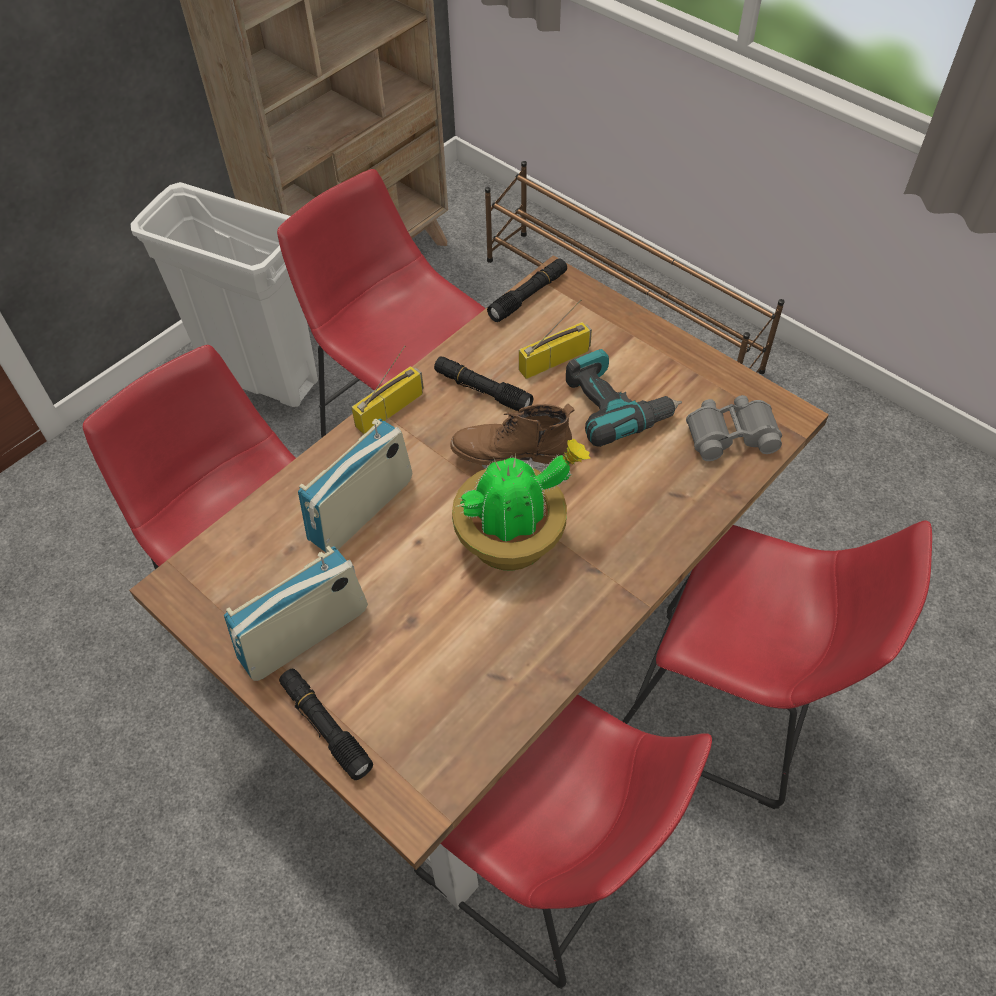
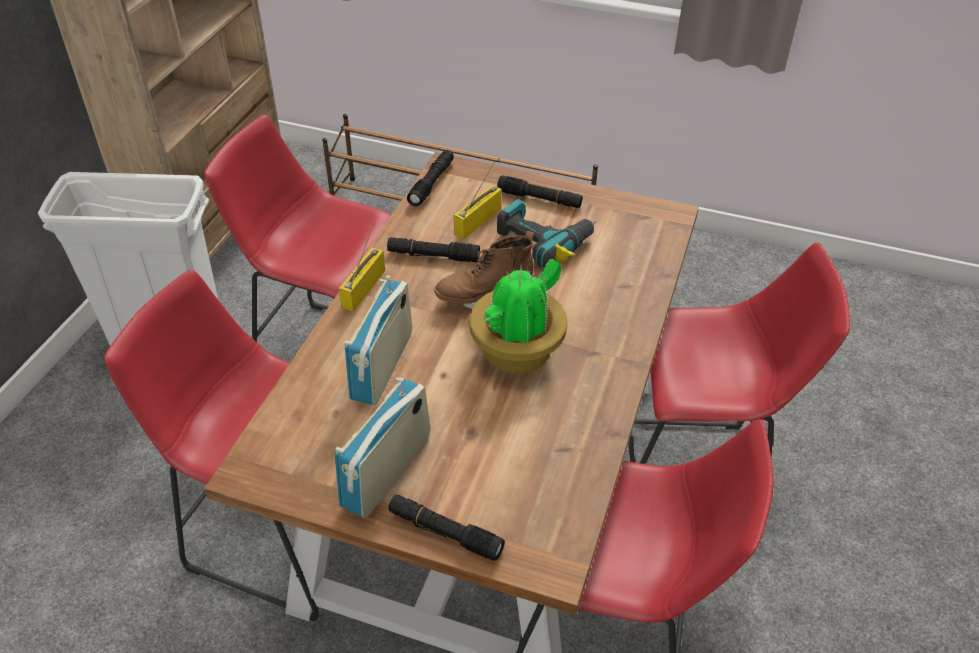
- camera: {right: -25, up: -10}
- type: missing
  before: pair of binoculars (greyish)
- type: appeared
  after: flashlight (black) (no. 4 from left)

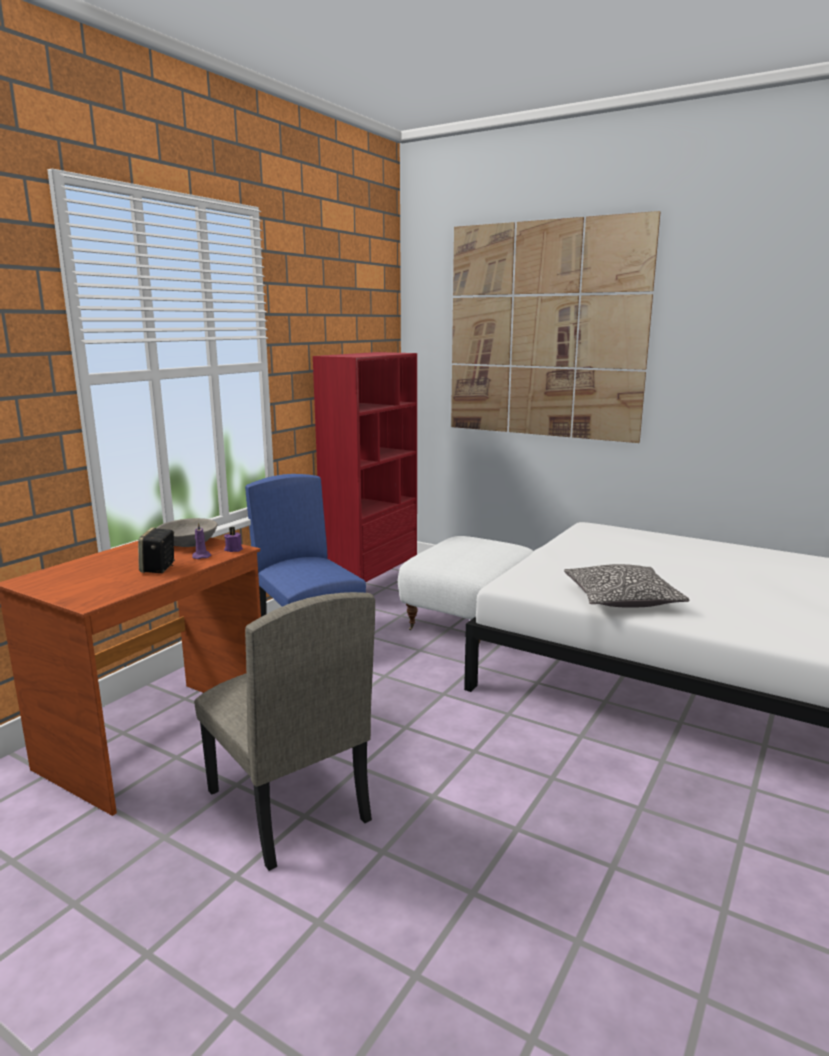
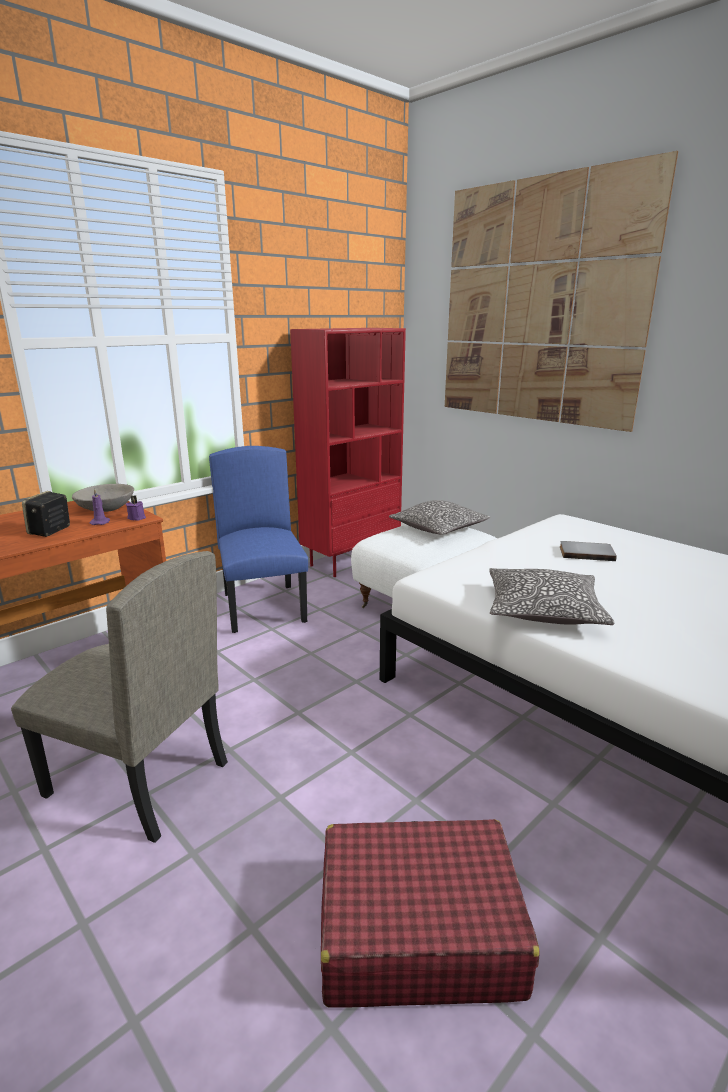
- camera: {right: 15, up: 5}
- type: appeared
  after: suitcase (red)
- type: appeared
  after: pillow (no. 1 from left)
- type: appeared
  after: volume (greyish)
- type: spun
  before: plain chair (beige)
  turn: -45

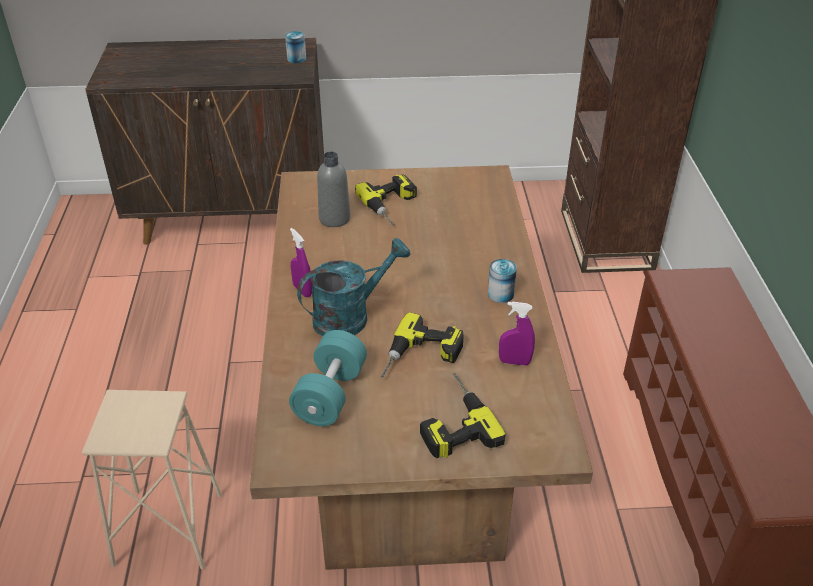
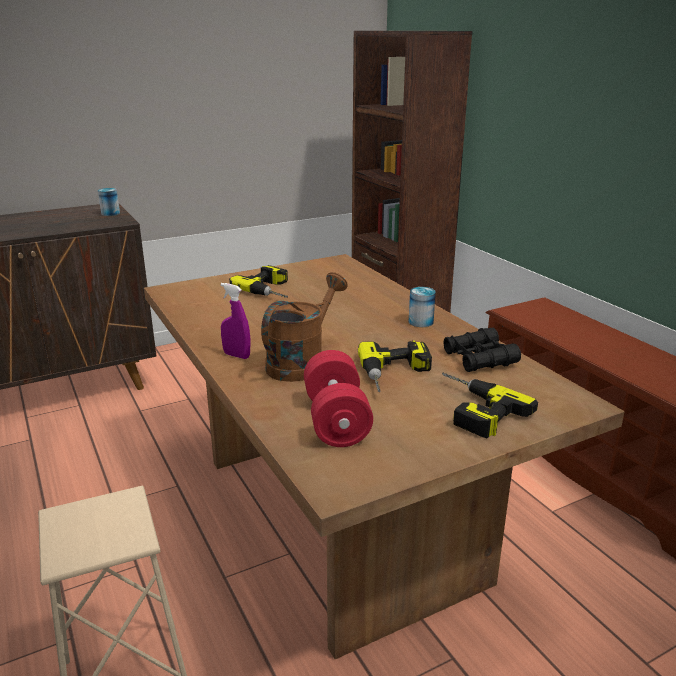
- camera: {right: -25, up: -15}
- type: missing
  before: beverage bottle (greyish)
- type: exchanged
  before: sprayer (purple) (no. 2 from left)
  after: pair of binoculars (black)
- type: colour
  before: dumbbell (blue-green)
  after: dumbbell (red)
- type: colour
  before: watering can (blue-green)
  after: watering can (brown-coloured)

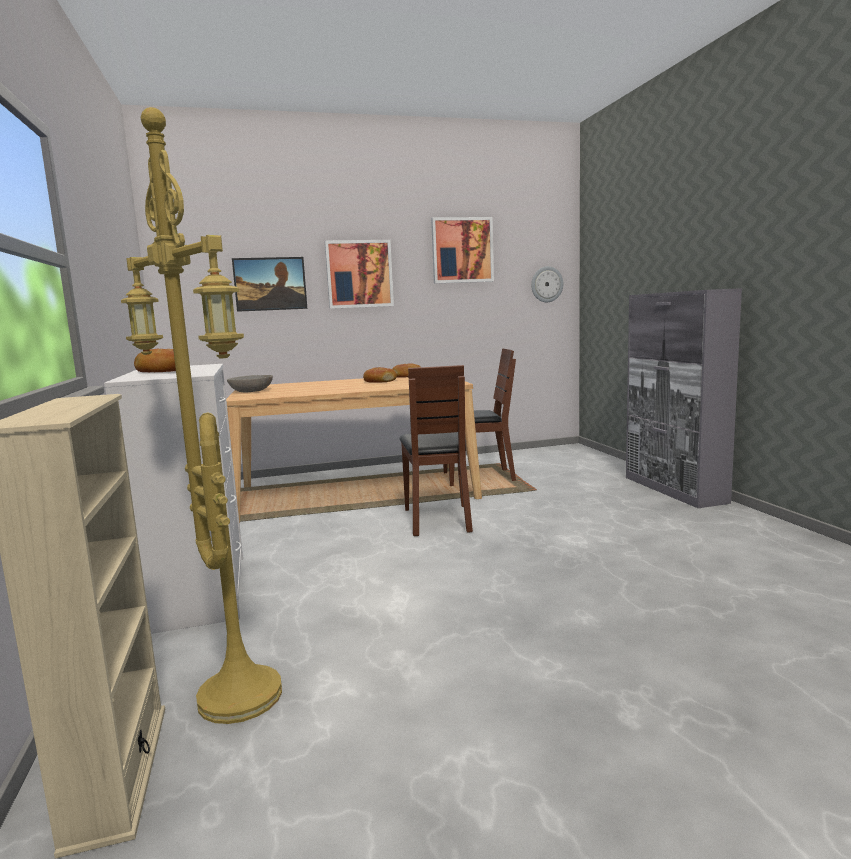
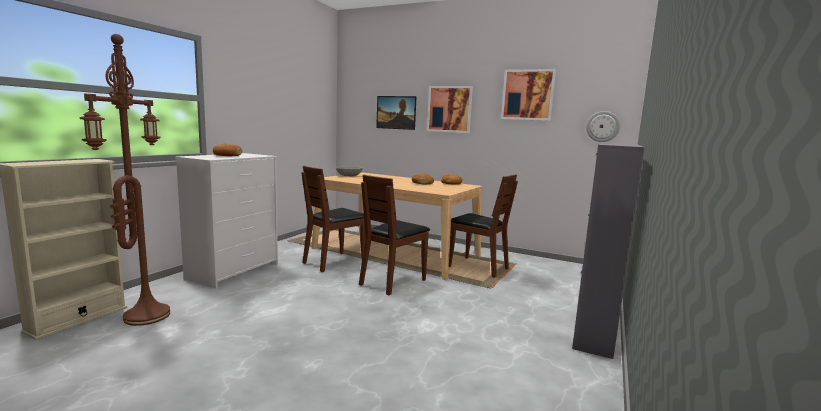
- camera: {right: 40, up: 0}
- type: appeared
  after: plain chair (brown-coloured) (no. 1 from left)
- type: colour
  before: standing lamp (yellow-coloured)
  after: standing lamp (brown-coloured)

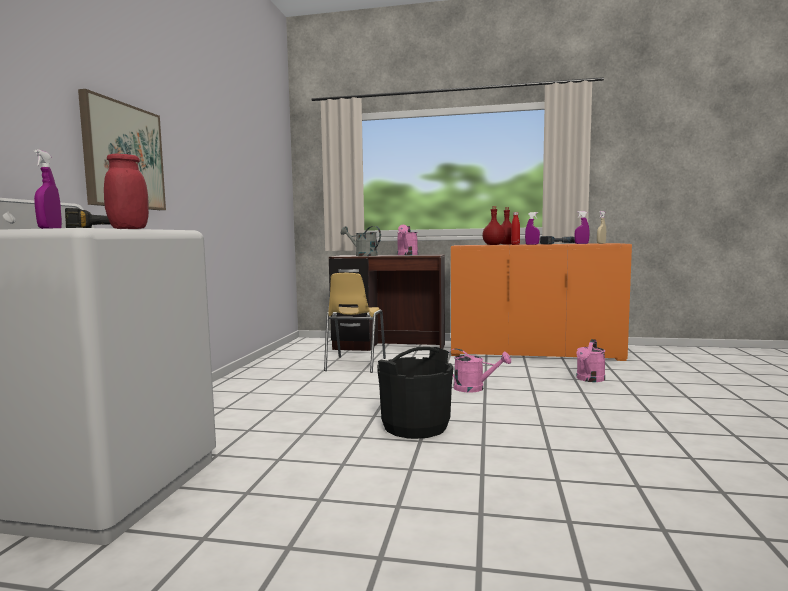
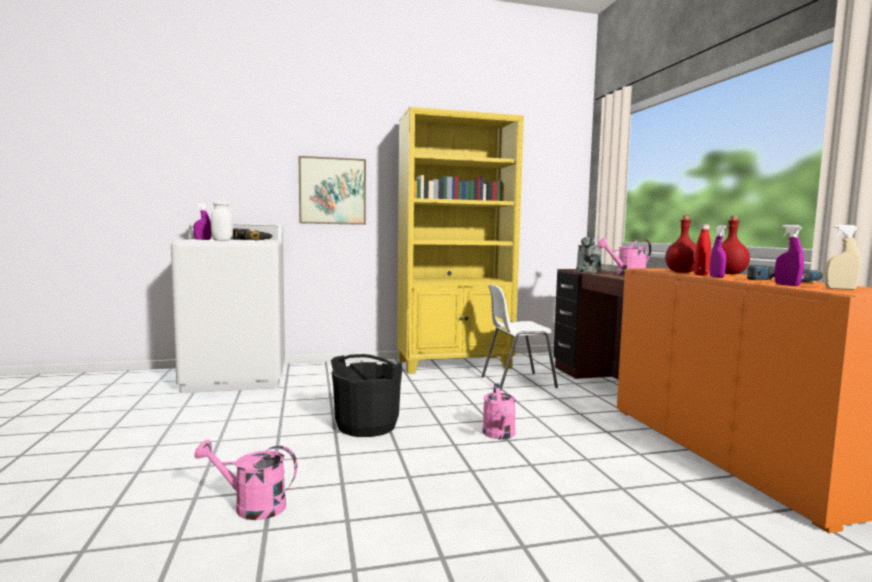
- camera: {right: 65, up: 0}
- type: appeared
  after: bookshelf (yellow-coloured)
- type: relocated
  before: watering can (pink) (no. 3 from left in the first image)
  after: watering can (pink) (no. 1 from left)
- type: colour
  before: storage jar (red)
  after: storage jar (white)
- type: colour
  before: plain chair (yellow-coloured)
  after: plain chair (white)

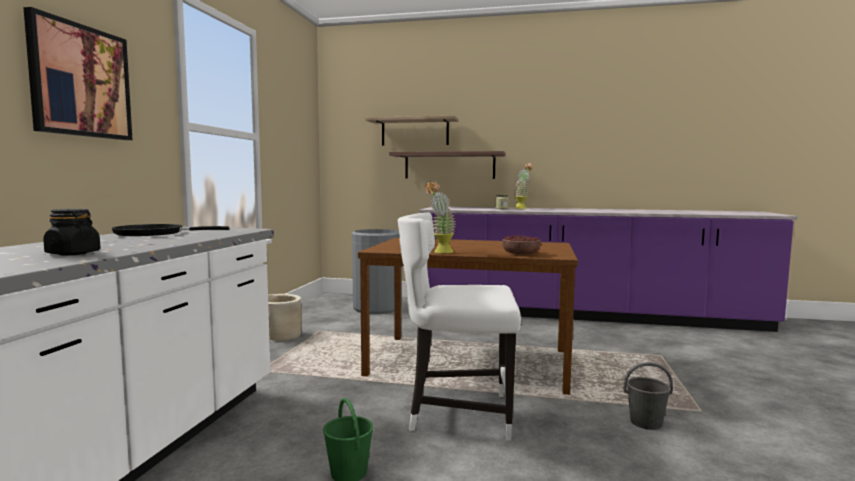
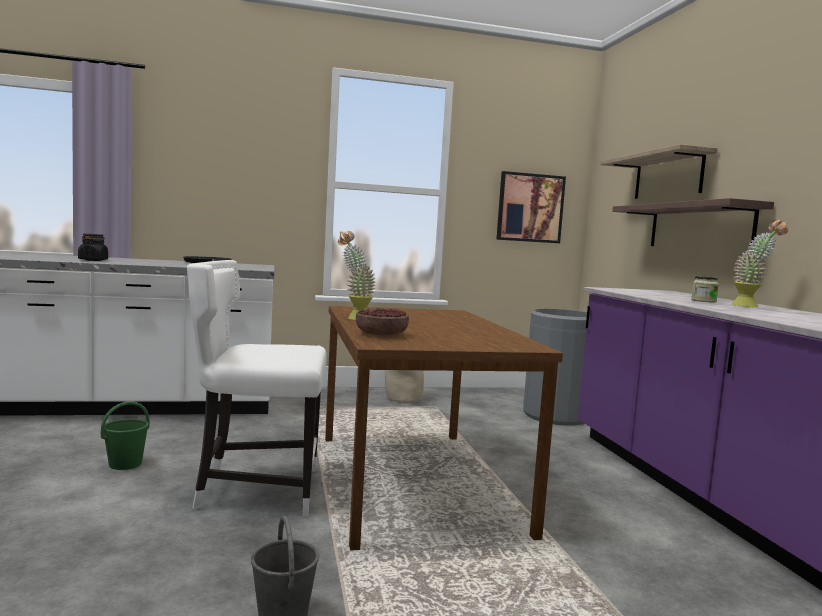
- camera: {right: 65, up: 0}
- type: relocated
  before: wall picture
- type: spun
  before: plain chair (white)
  turn: -75

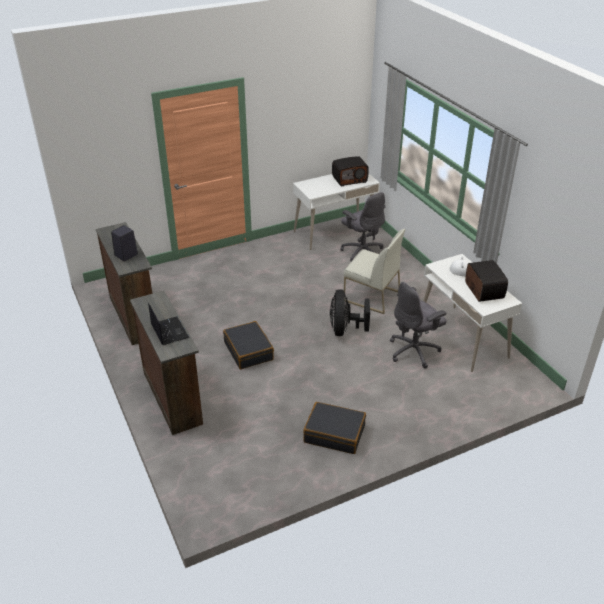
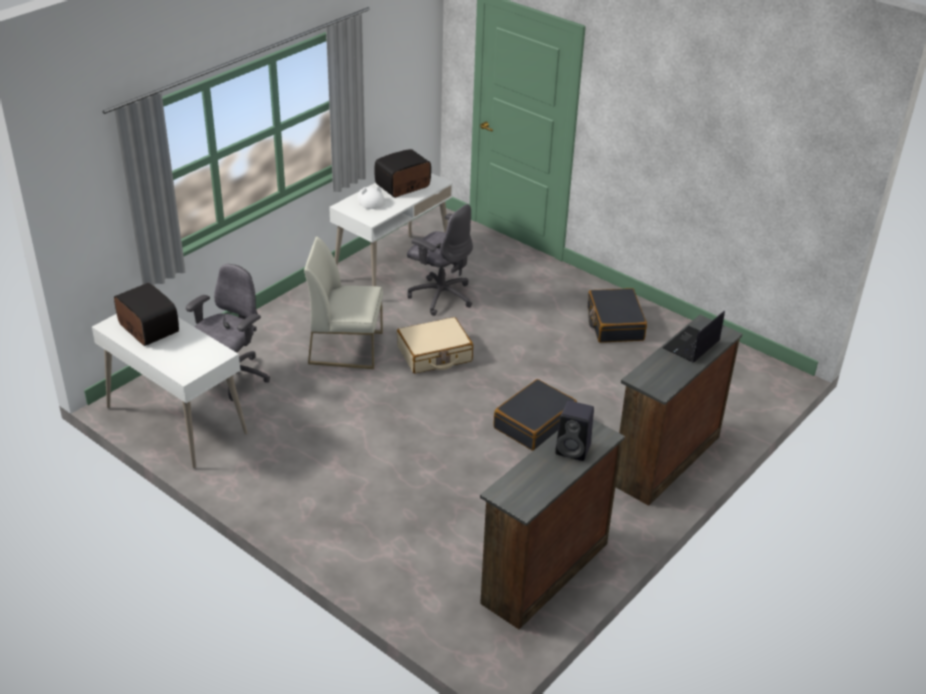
- camera: {right: -115, up: 0}
- type: exchanged
  before: cooling fan (black)
  after: suitcase (beige)
- type: spun
  before: plain chair (white)
  turn: -90

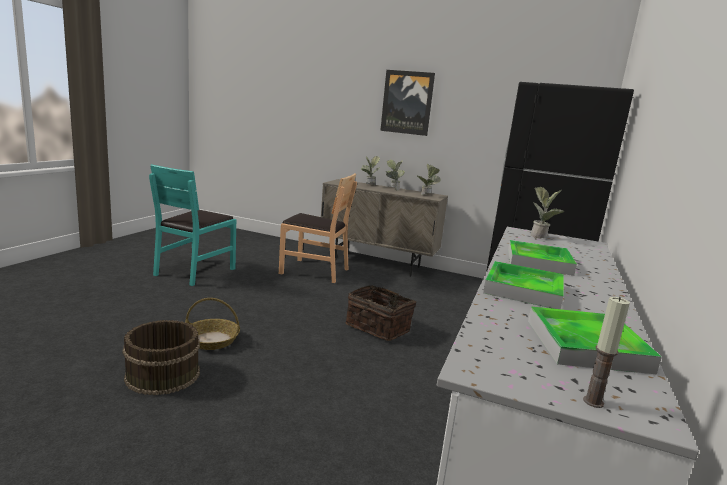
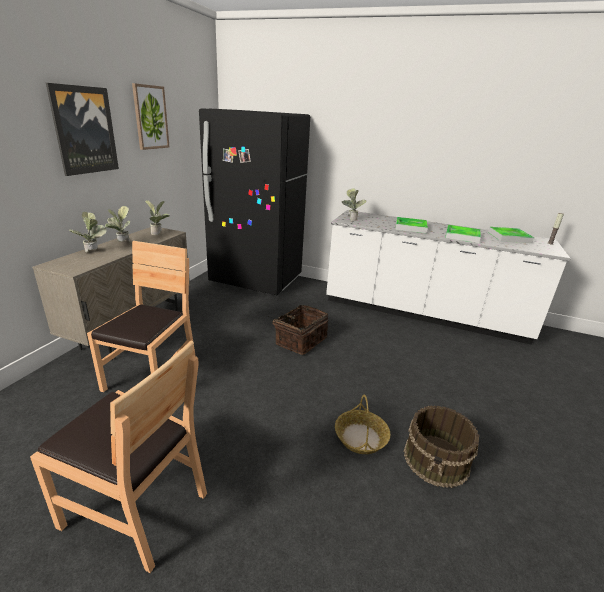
- camera: {right: -90, up: 10}
- type: appeared
  after: wall picture (no. 2 from left)
- type: colour
  before: plain chair (blue-green)
  after: plain chair (brown-coloured) (no. 1 from left)

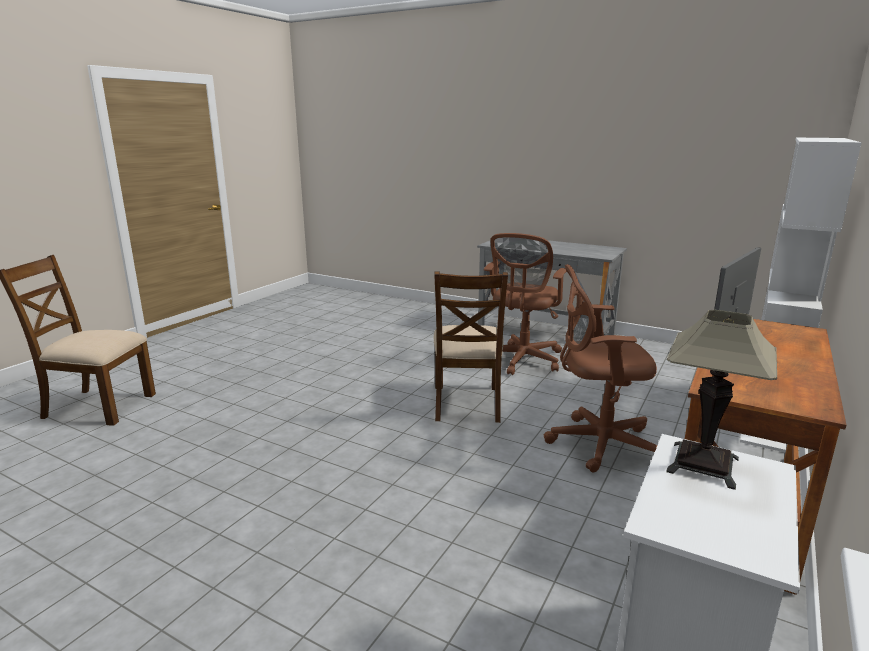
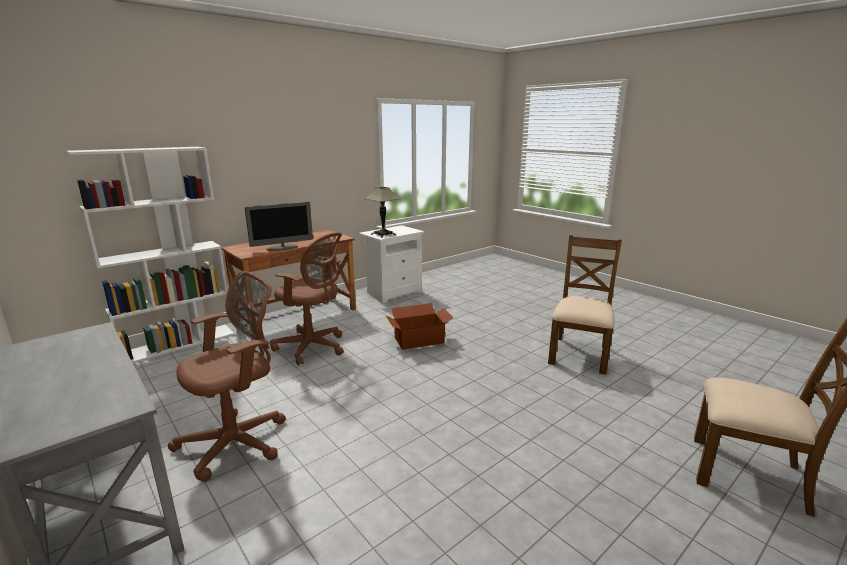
- camera: {right: -160, up: 0}
- type: appeared
  after: packing box
- type: relocated
  before: plain chair (brown-coloured) (no. 2 from left in the first image)
  after: plain chair (brown-coloured) (no. 1 from left)

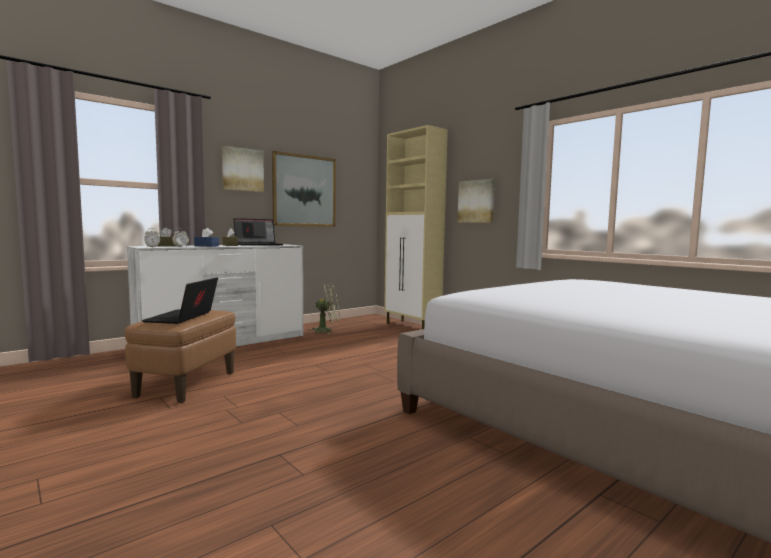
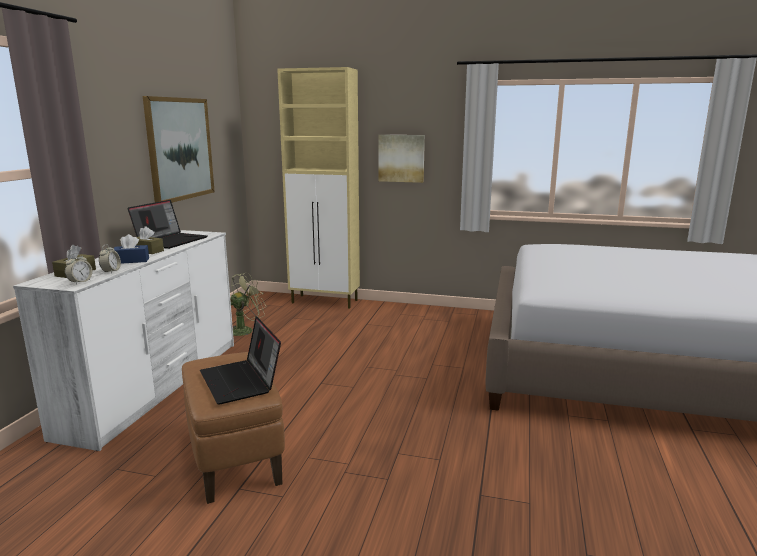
- camera: {right: -35, up: 10}
- type: missing
  before: wall picture (no. 1 from left)

